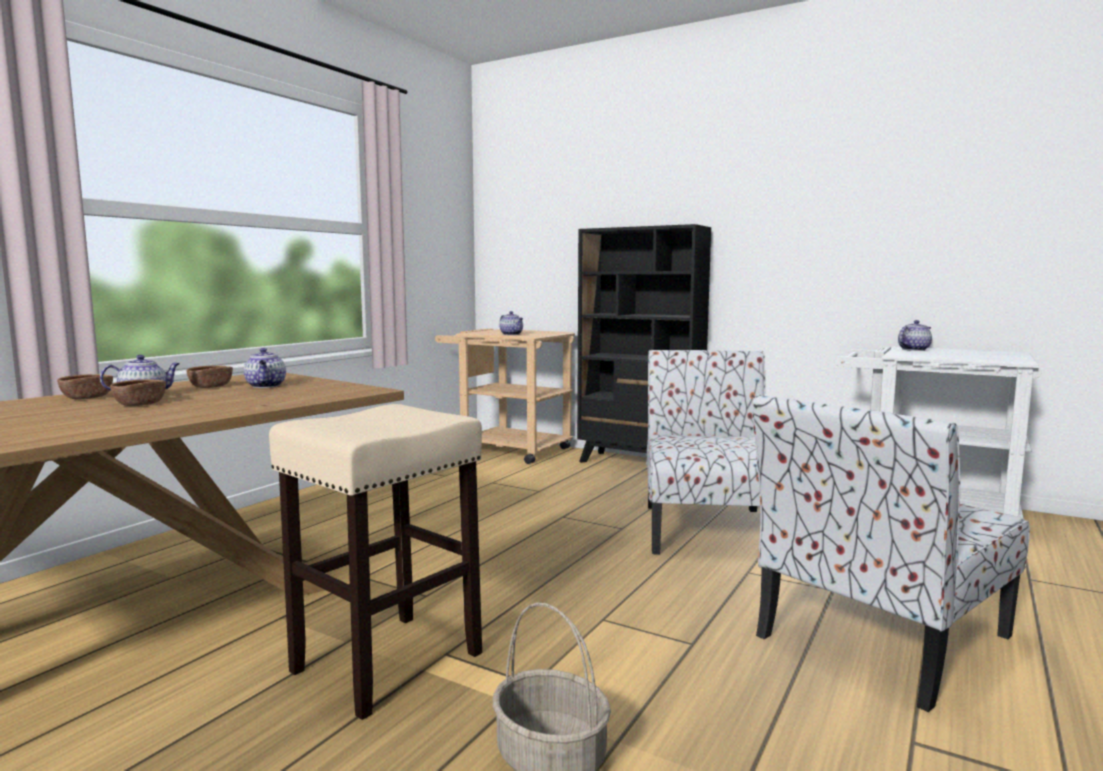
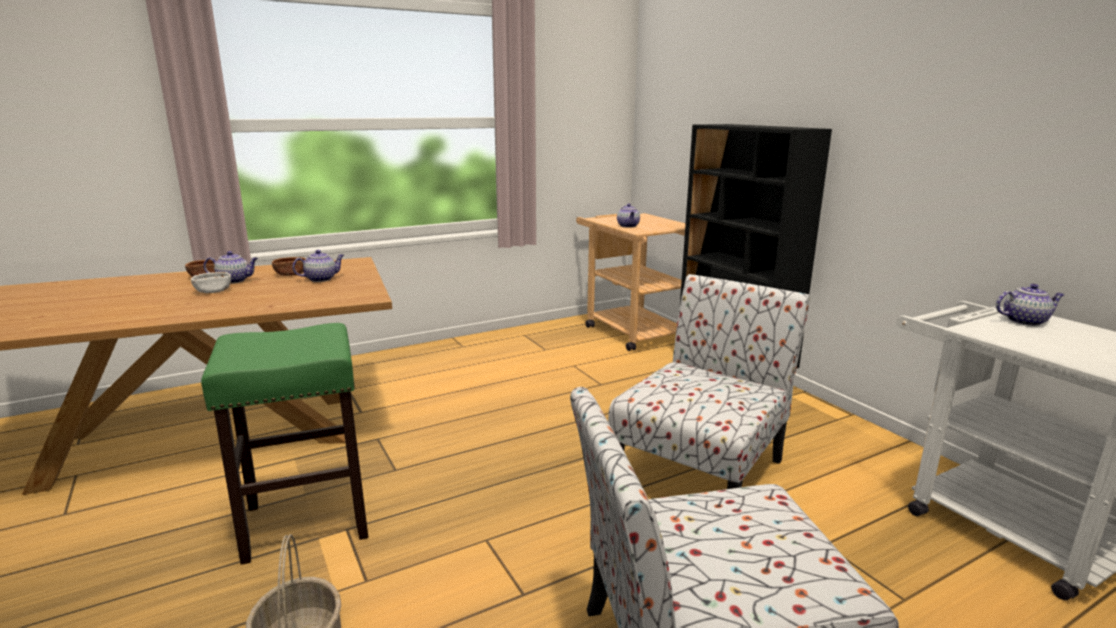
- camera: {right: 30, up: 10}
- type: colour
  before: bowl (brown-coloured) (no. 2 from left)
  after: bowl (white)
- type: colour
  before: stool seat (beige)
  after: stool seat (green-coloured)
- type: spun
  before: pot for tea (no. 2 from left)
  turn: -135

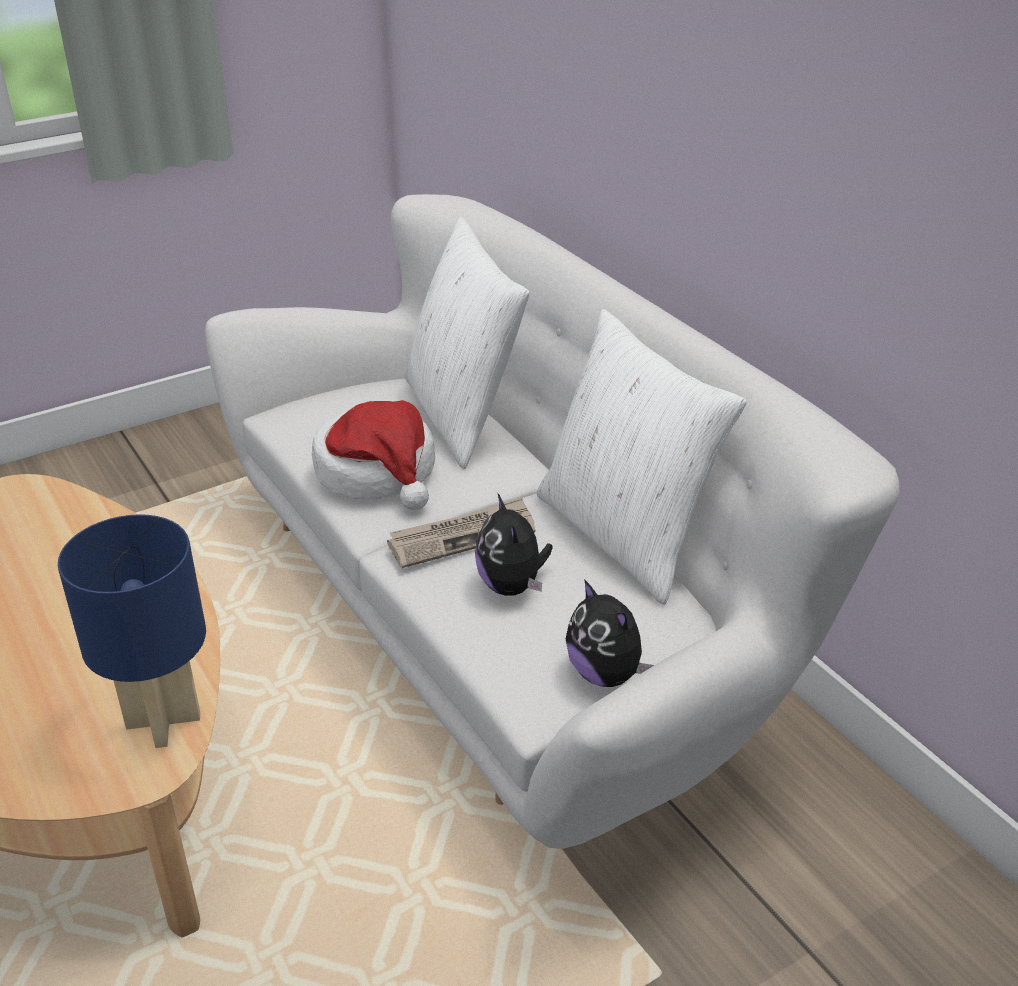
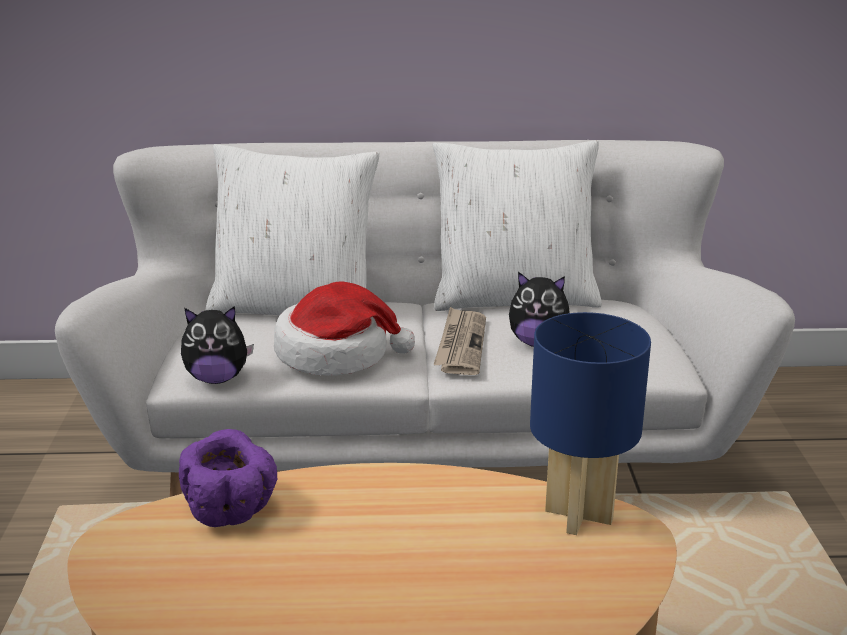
- camera: {right: -60, up: -10}
- type: appeared
  after: bowl (purple)
- type: relocated
  before: cuddly toy (no. 2 from left in the first image)
  after: cuddly toy (no. 1 from left)

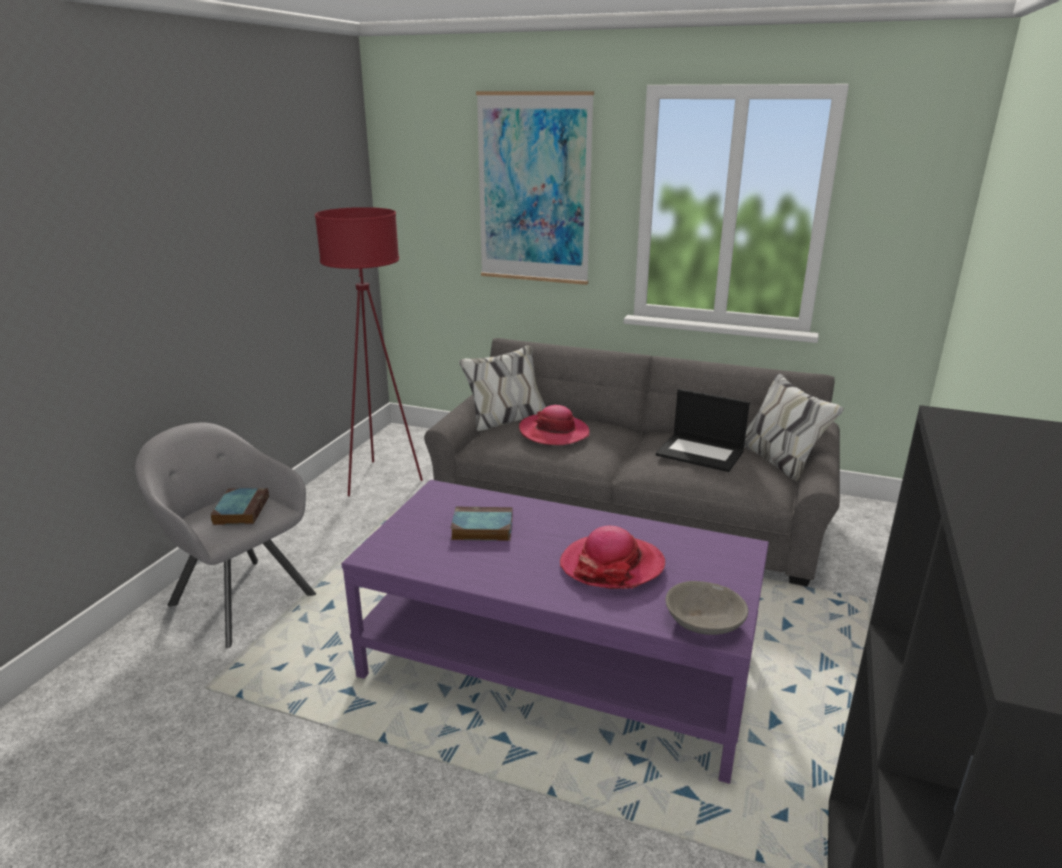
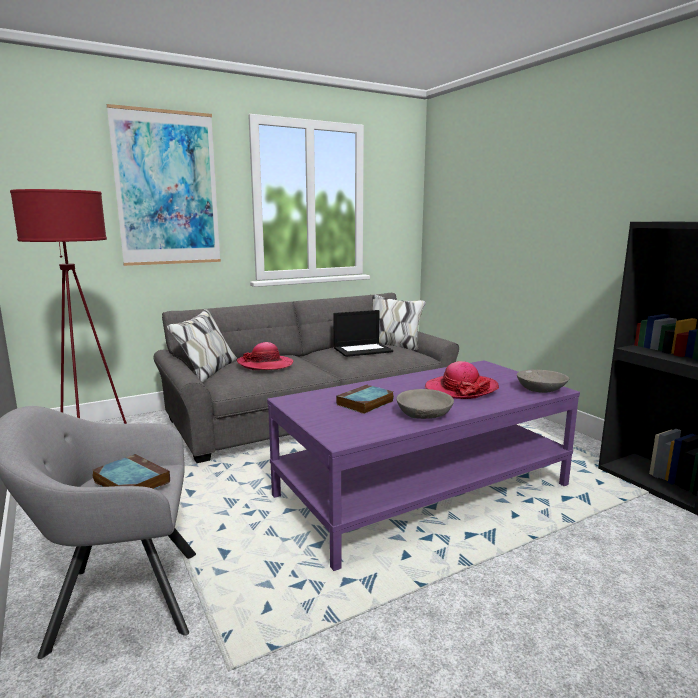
- camera: {right: -50, up: -10}
- type: appeared
  after: bowl (greyish) (no. 1 from left)

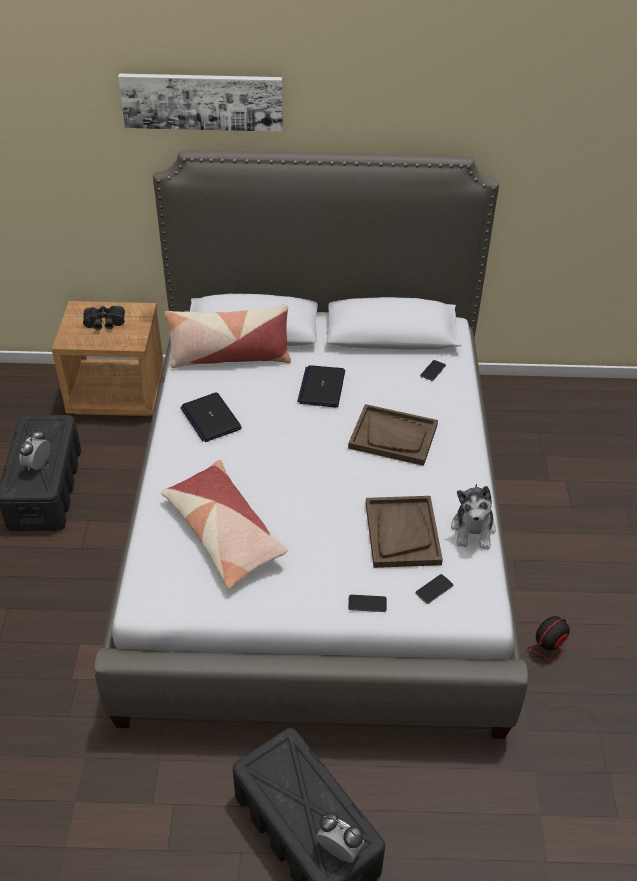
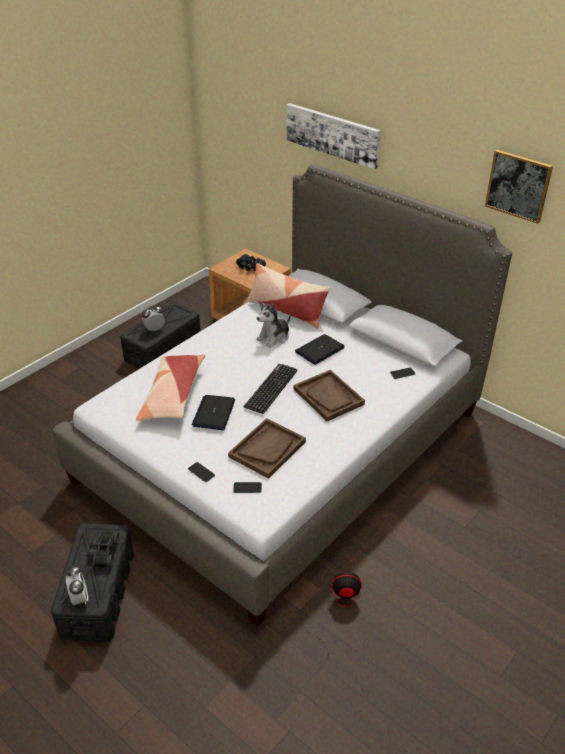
- camera: {right: 40, up: -5}
- type: appeared
  after: pair of binoculars (black) (no. 1 from left)
- type: appeared
  after: PC keyboard
- type: appeared
  after: wall picture (no. 2 from left)
- type: relocated
  before: portable computer (no. 1 from left)
- type: relocated
  before: cuddly toy

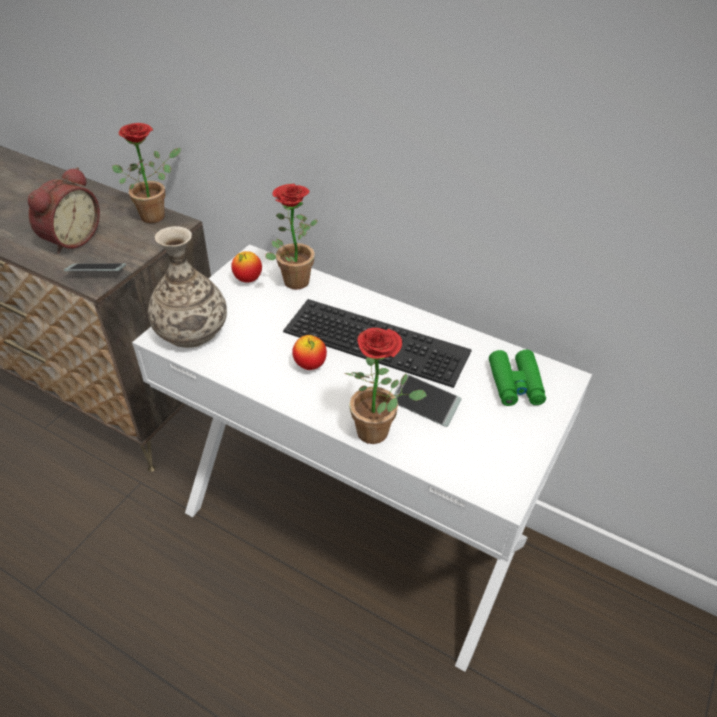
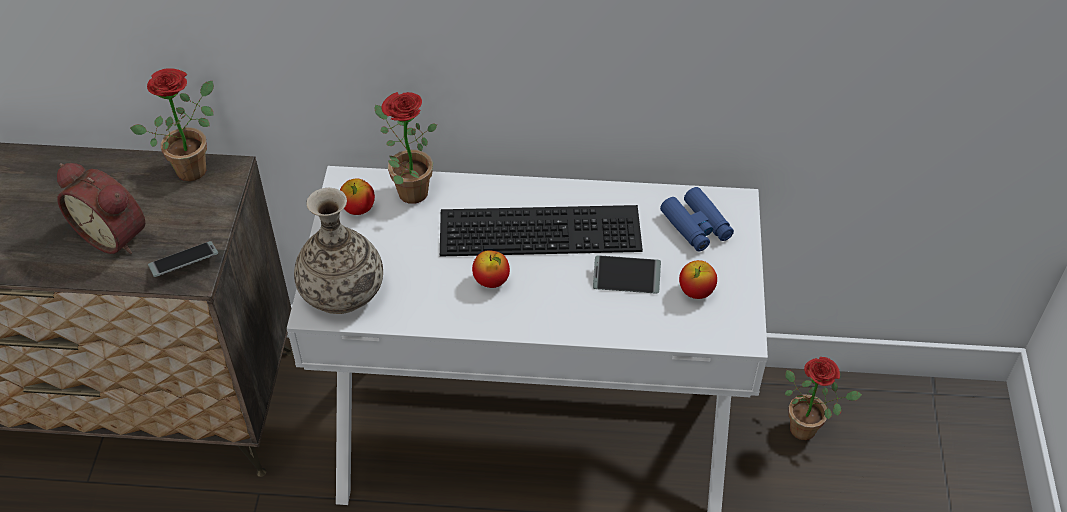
- camera: {right: -25, up: 5}
- type: appeared
  after: apple (no. 3 from left)
- type: relocated
  before: houseplant (no. 3 from left)
- type: colour
  before: pair of binoculars (green-coloured)
  after: pair of binoculars (bluish)
- type: spun
  before: table clock
  turn: 120

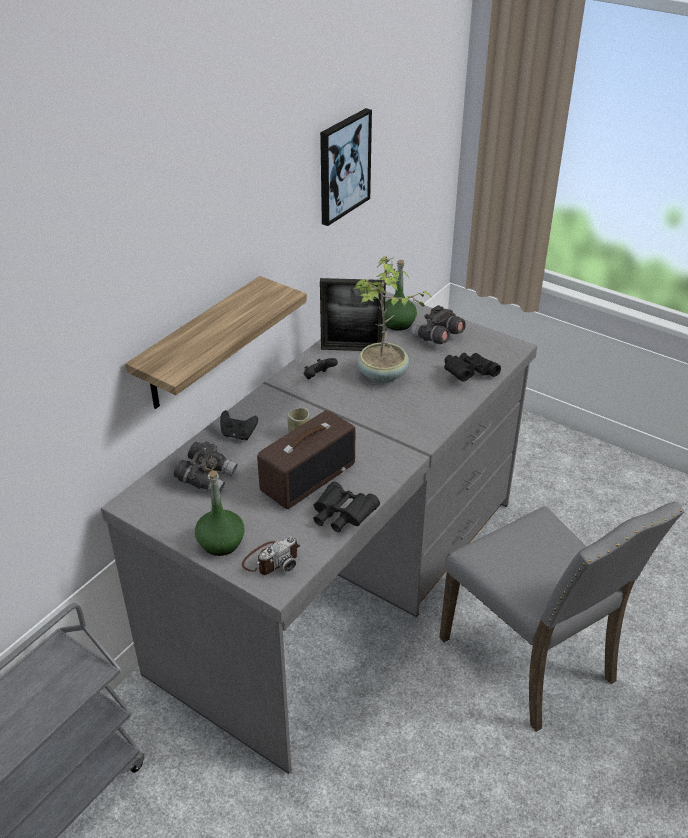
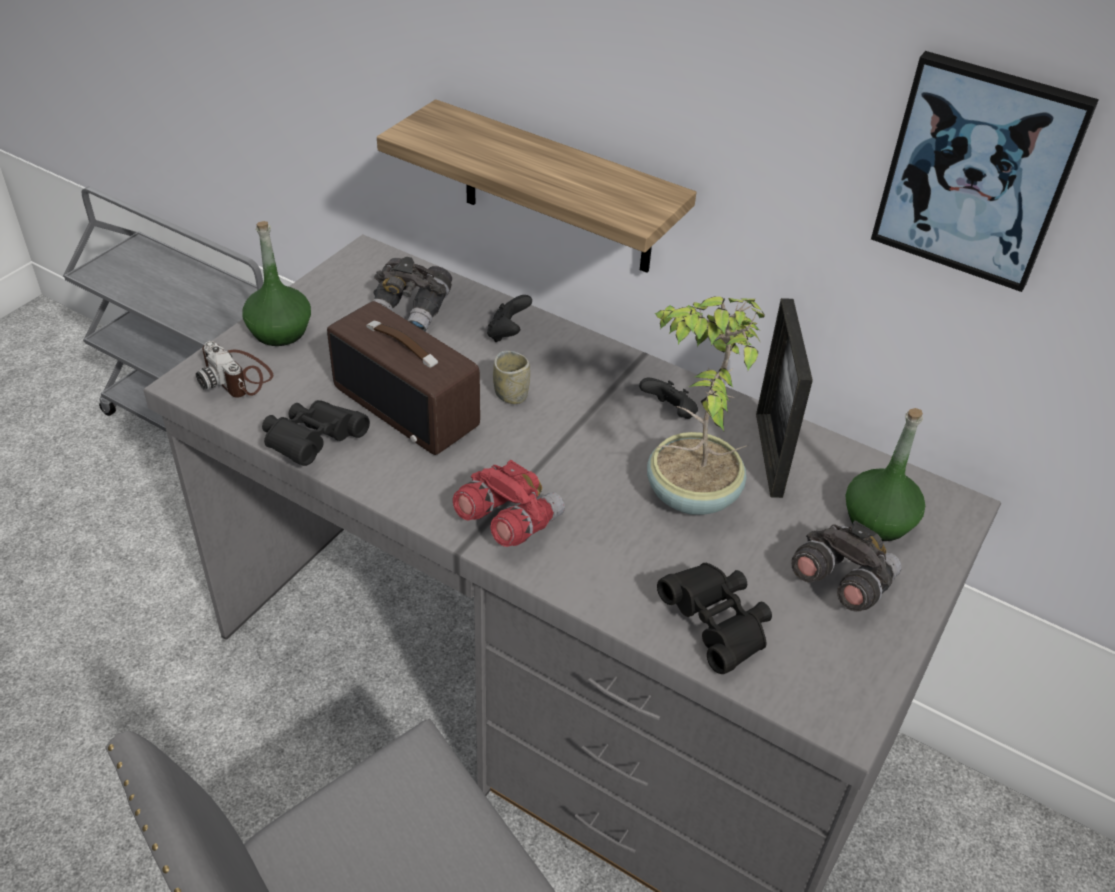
- camera: {right: 85, up: 5}
- type: appeared
  after: pair of binoculars (red)

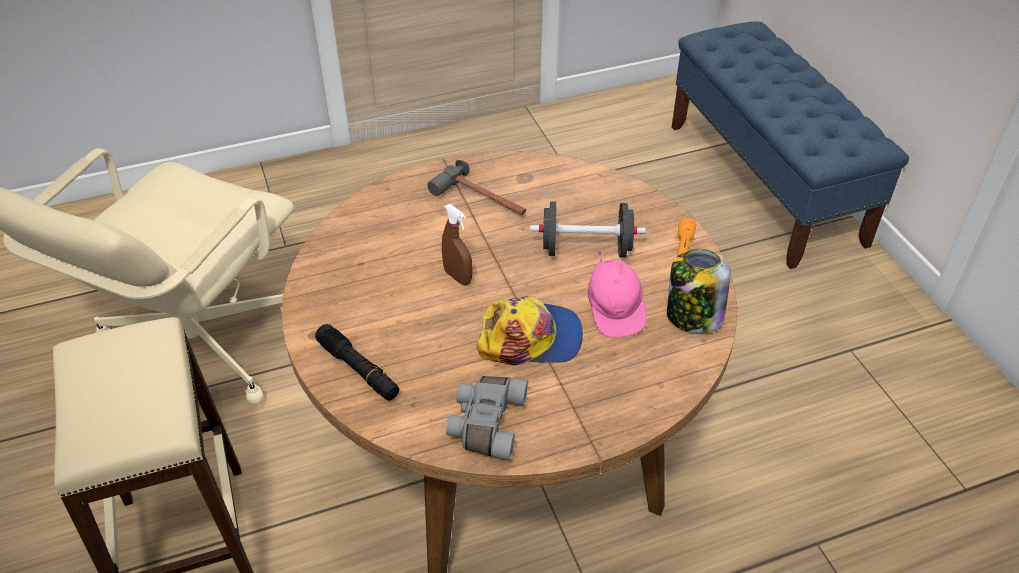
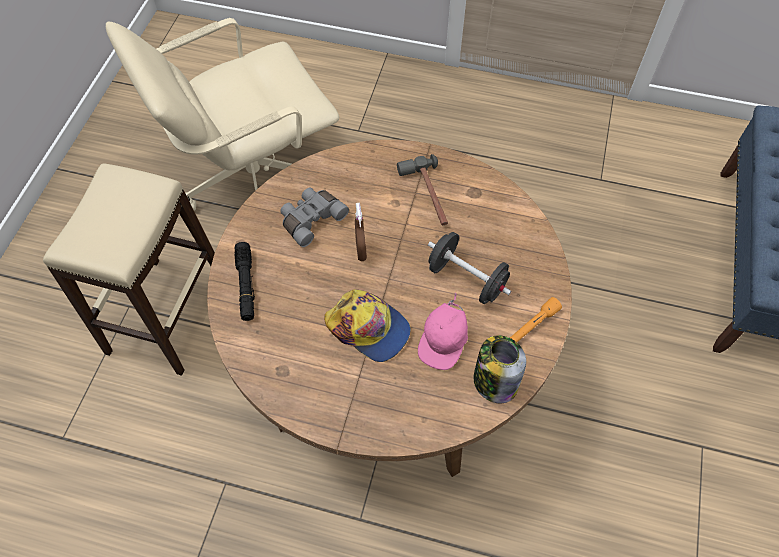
- camera: {right: 35, up: 15}
- type: relocated
  before: pair of binoculars (greyish)

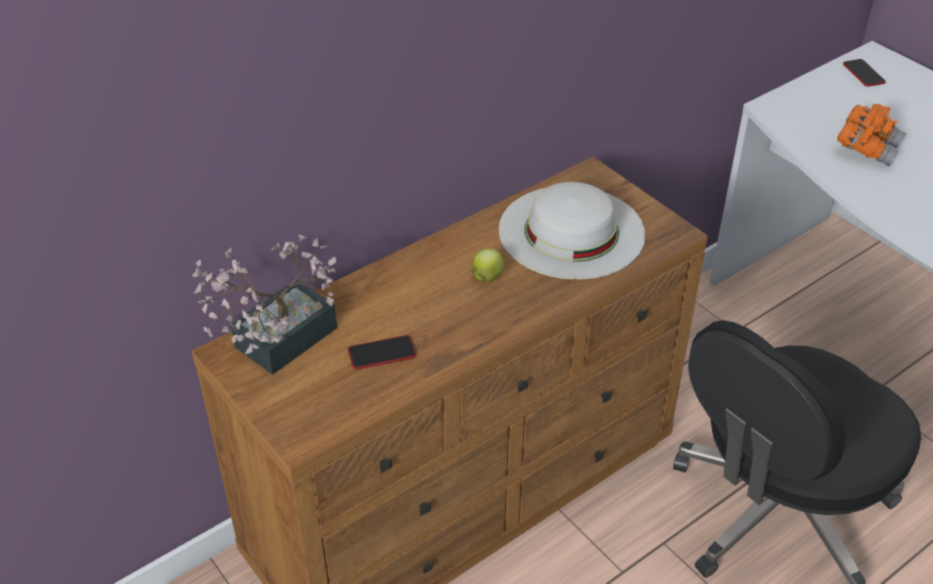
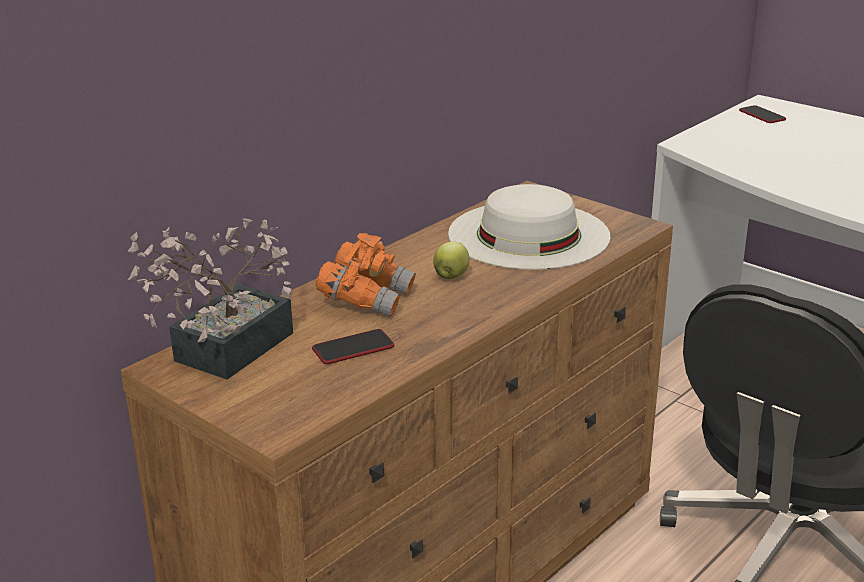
- camera: {right: -10, up: -15}
- type: relocated
  before: pair of binoculars (orange-coloured)

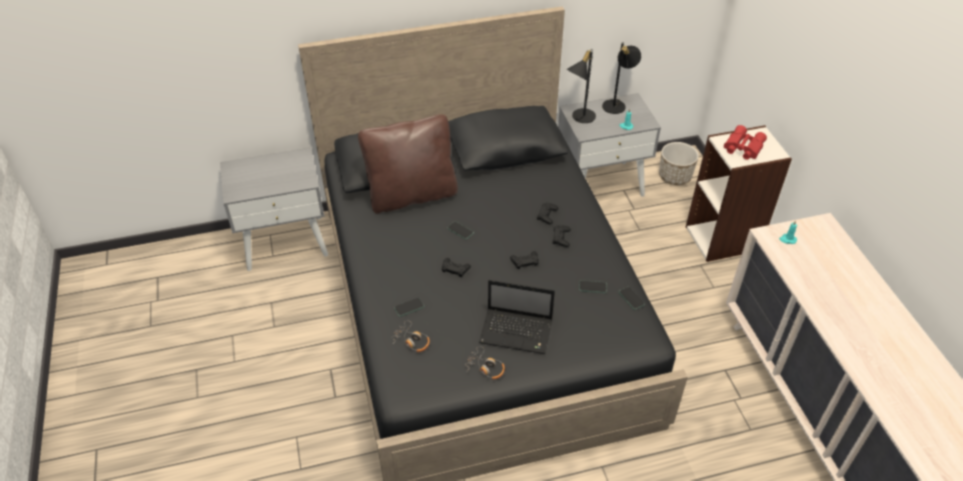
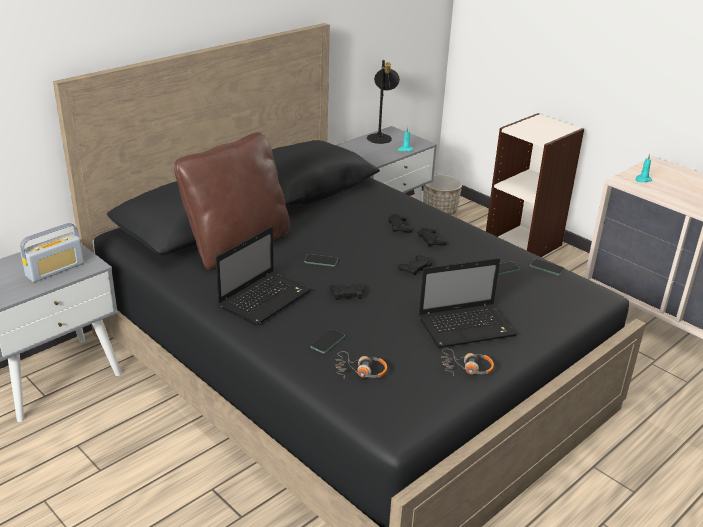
- camera: {right: -30, up: -15}
- type: missing
  before: tabletop lamp (black) (no. 1 from left)
- type: missing
  before: pair of binoculars (red)
- type: appeared
  after: radio
- type: appeared
  after: portable computer (no. 1 from left)

